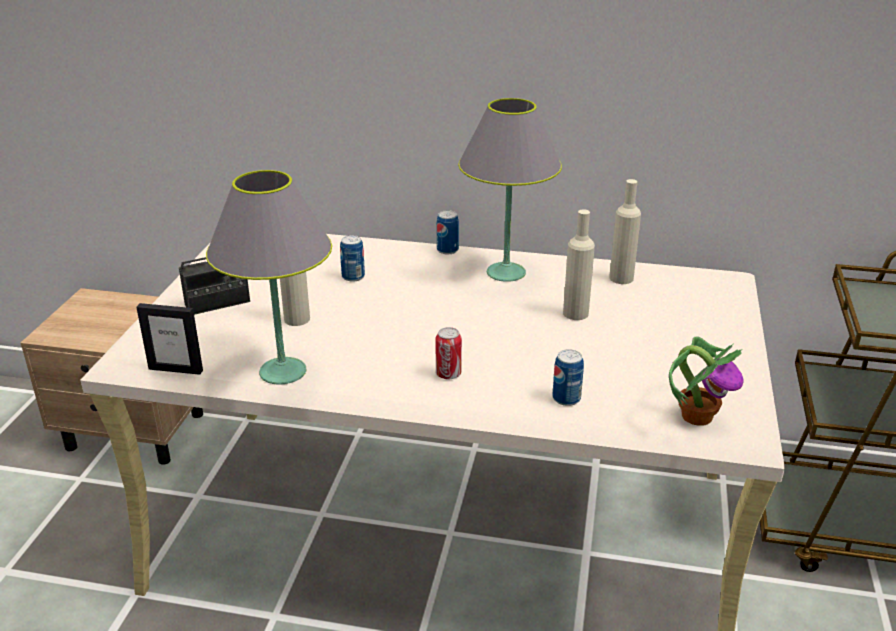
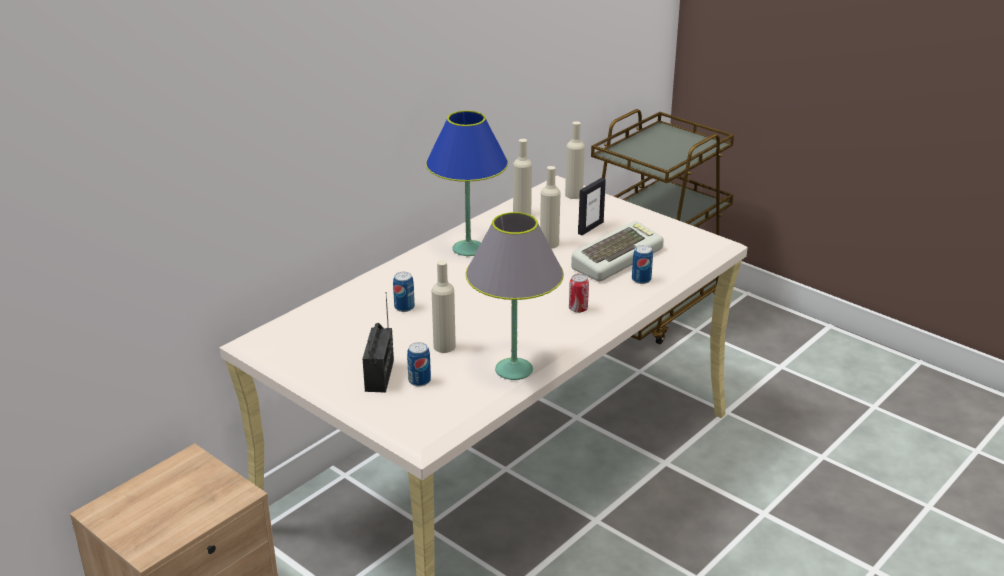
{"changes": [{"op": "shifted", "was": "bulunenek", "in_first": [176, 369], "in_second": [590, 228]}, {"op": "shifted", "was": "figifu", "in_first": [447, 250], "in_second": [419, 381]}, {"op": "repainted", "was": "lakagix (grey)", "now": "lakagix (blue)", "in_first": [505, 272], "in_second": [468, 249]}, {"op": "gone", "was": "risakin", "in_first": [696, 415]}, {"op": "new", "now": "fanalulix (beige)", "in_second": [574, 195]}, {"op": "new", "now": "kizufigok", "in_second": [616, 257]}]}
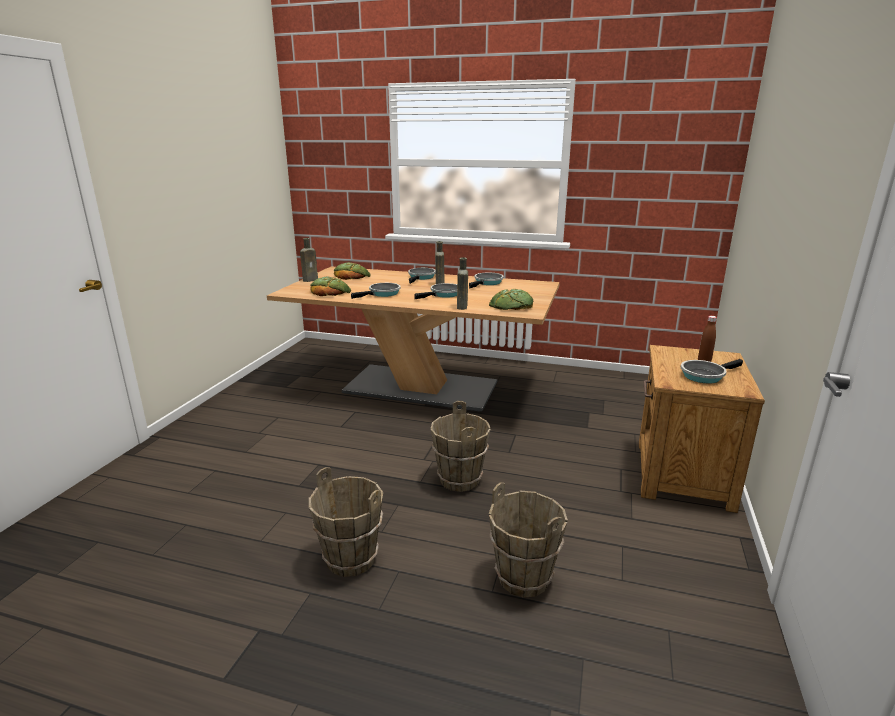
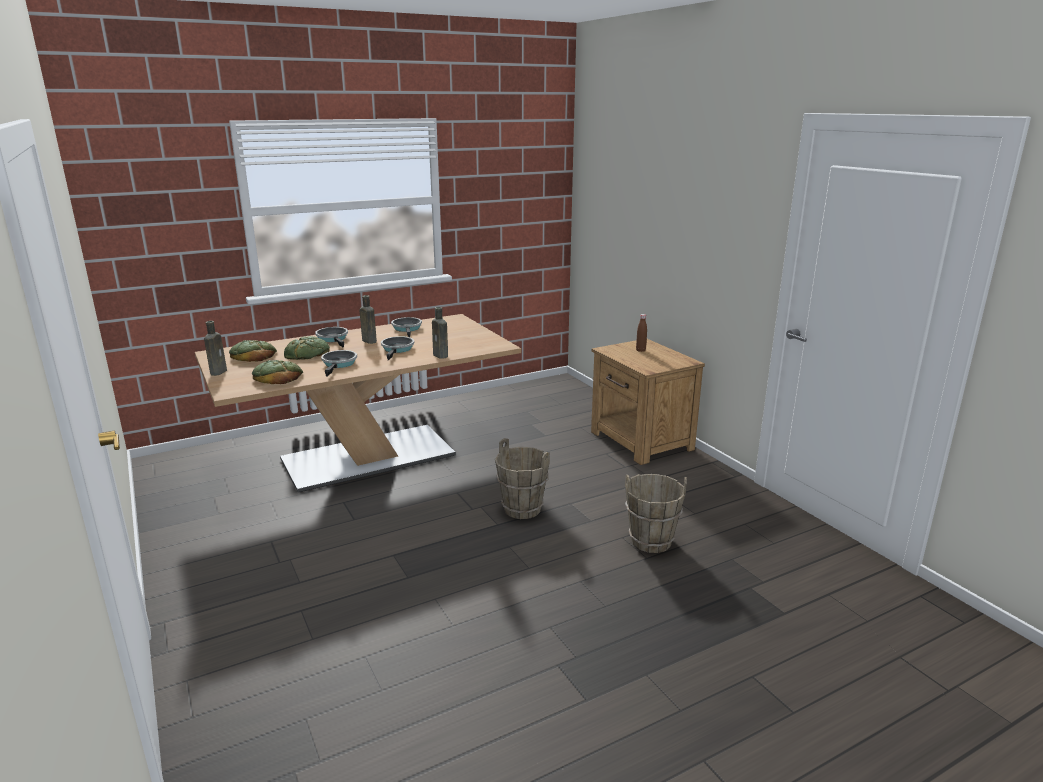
{"changes": [{"op": "gone", "was": "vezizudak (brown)", "in_first": [350, 559]}, {"op": "shifted", "was": "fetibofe", "in_first": [511, 305], "in_second": [307, 353]}, {"op": "gone", "was": "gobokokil", "in_first": [704, 375]}]}
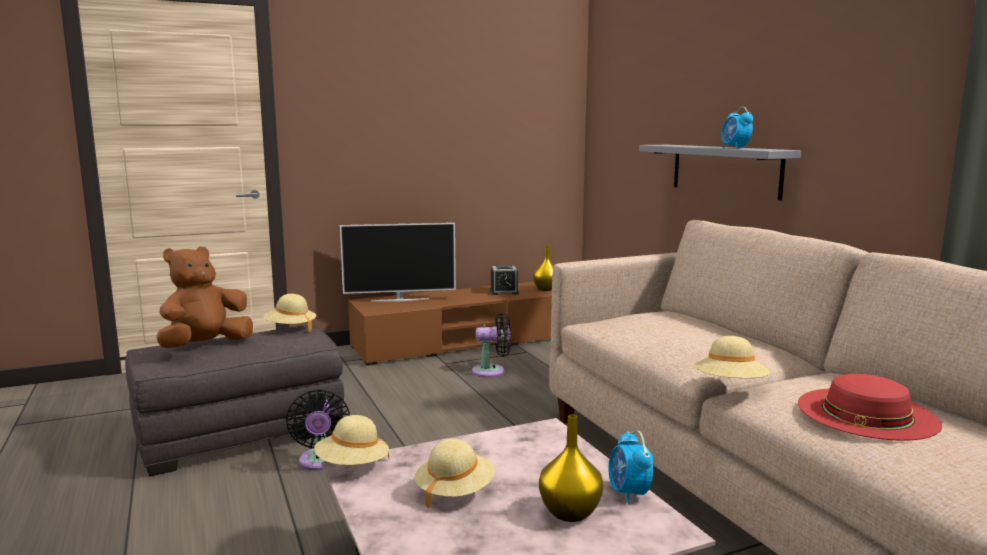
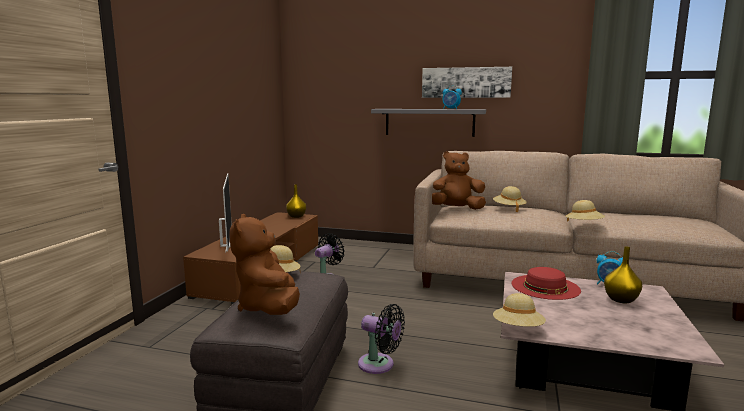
{"changes": [{"op": "rotated", "was": "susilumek", "in_first": [400, 300], "in_second": [225, 245], "clockwise": -45}, {"op": "shifted", "was": "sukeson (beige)", "in_first": [455, 491], "in_second": [509, 208]}, {"op": "gone", "was": "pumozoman", "in_first": [504, 292]}, {"op": "shifted", "was": "sukeson (red)", "in_first": [867, 413], "in_second": [545, 287]}, {"op": "new", "now": "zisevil", "in_second": [466, 82]}, {"op": "new", "now": "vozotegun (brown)", "in_second": [456, 209]}]}
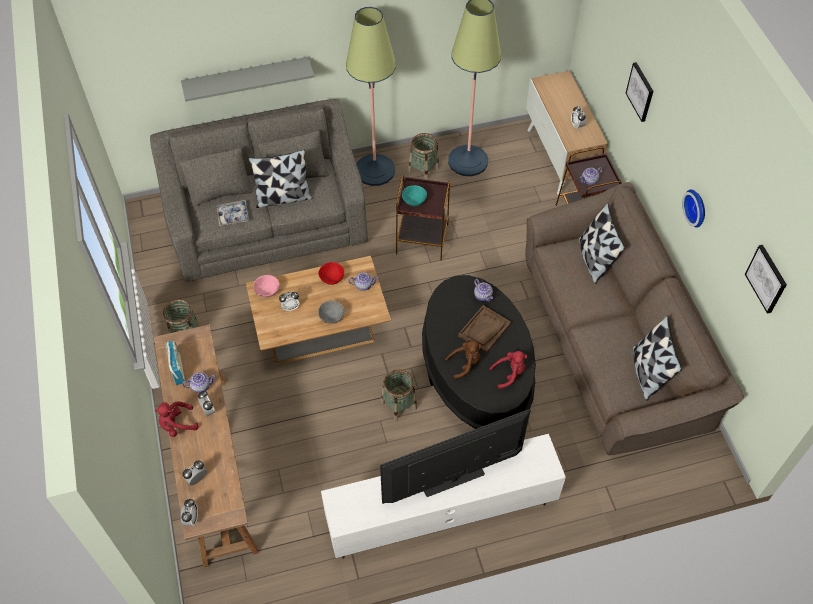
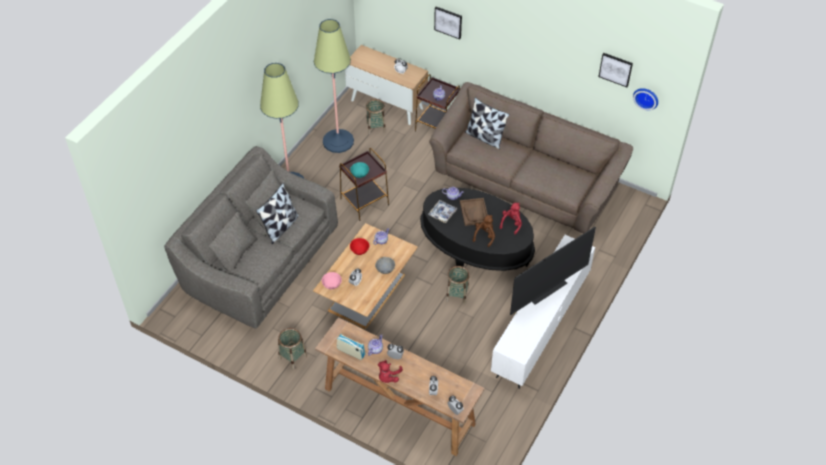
{"changes": [{"op": "gone", "was": "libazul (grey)", "in_first": [247, 78]}, {"op": "shifted", "was": "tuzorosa", "in_first": [233, 215], "in_second": [442, 213]}, {"op": "rotated", "was": "susilumek", "in_first": [453, 480], "in_second": [548, 291], "clockwise": -150}, {"op": "shifted", "was": "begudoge", "in_first": [423, 170], "in_second": [376, 127]}, {"op": "gone", "was": "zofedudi", "in_first": [648, 372]}, {"op": "shifted", "was": "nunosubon", "in_first": [697, 207], "in_second": [646, 97]}]}
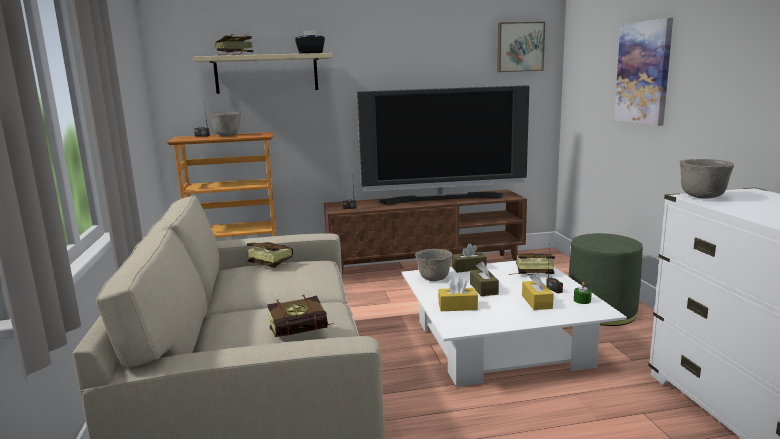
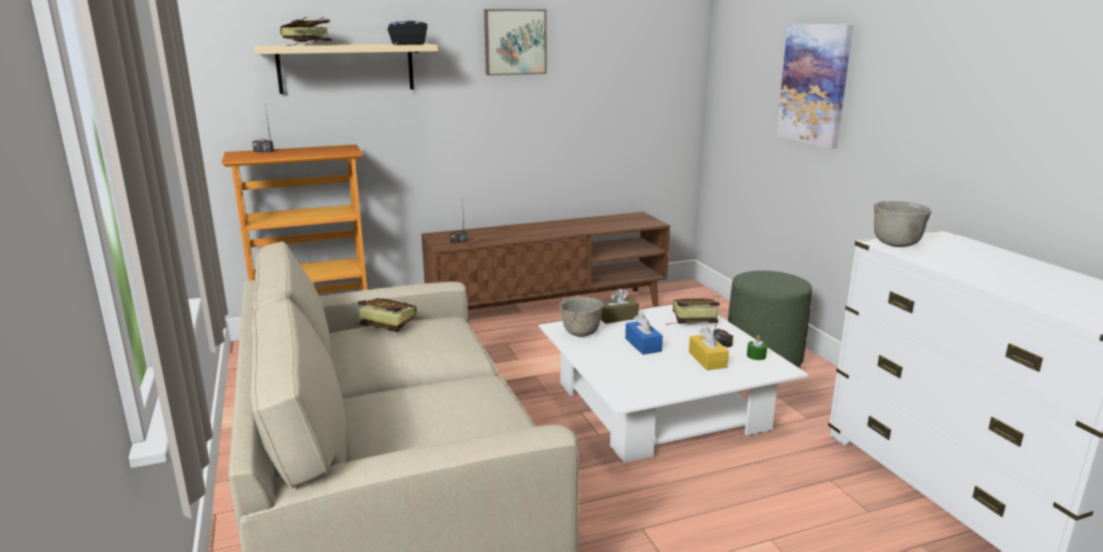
{"changes": [{"op": "gone", "was": "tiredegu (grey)", "in_first": [227, 135]}, {"op": "gone", "was": "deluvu", "in_first": [305, 334]}, {"op": "gone", "was": "susilumek", "in_first": [443, 199]}, {"op": "gone", "was": "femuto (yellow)", "in_first": [457, 306]}, {"op": "repainted", "was": "femuto (brown)", "now": "femuto (blue)", "in_first": [483, 289], "in_second": [643, 345]}, {"op": "shifted", "was": "zisevil", "in_first": [519, 47], "in_second": [514, 42]}]}
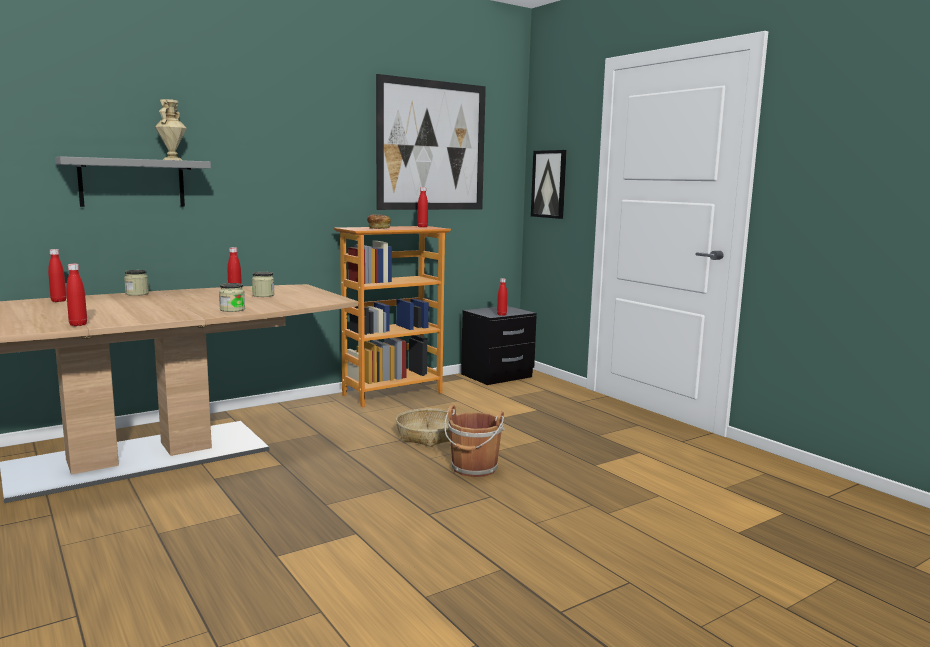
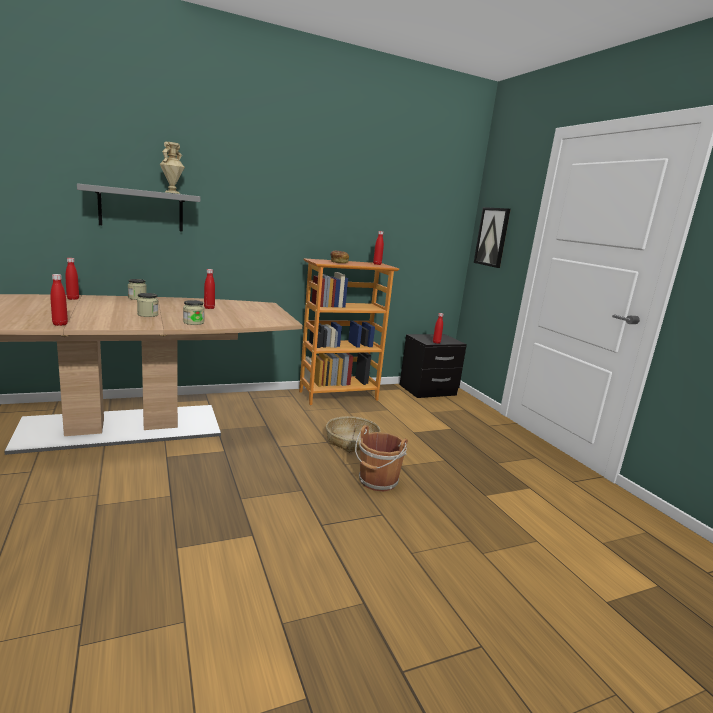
{"changes": [{"op": "shifted", "was": "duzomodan", "in_first": [263, 295], "in_second": [147, 315]}, {"op": "gone", "was": "zisevil", "in_first": [432, 146]}]}
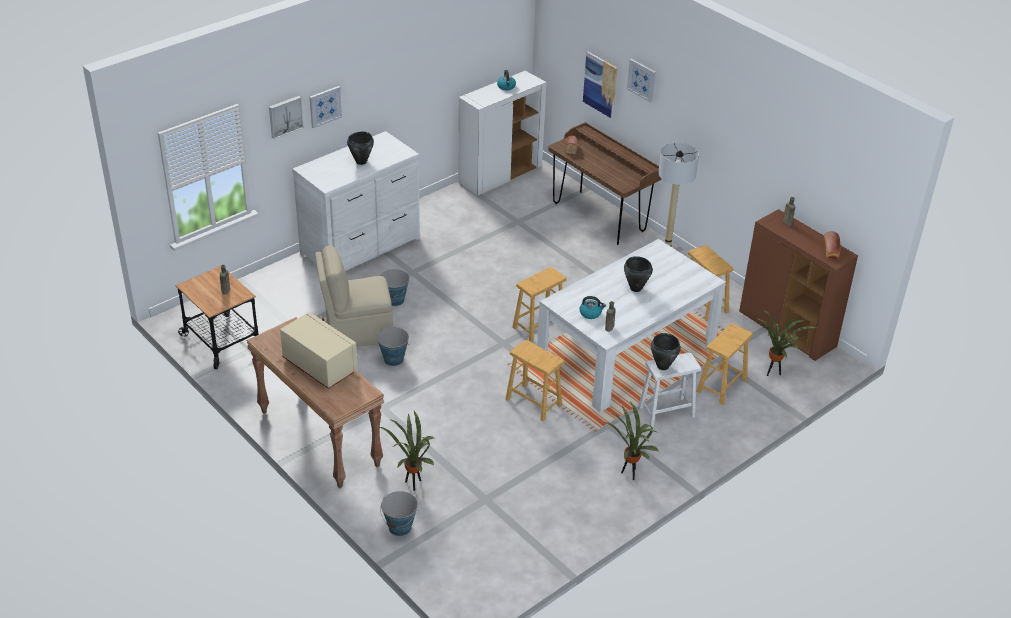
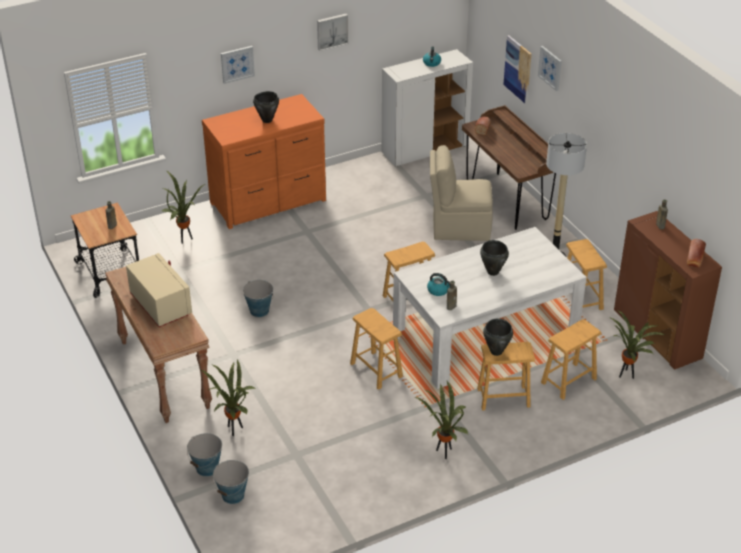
{"changes": [{"op": "shifted", "was": "zisevil", "in_first": [285, 116], "in_second": [332, 31]}, {"op": "repainted", "was": "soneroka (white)", "now": "soneroka (orange)", "in_first": [362, 247], "in_second": [269, 202]}, {"op": "shifted", "was": "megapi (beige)", "in_first": [357, 331], "in_second": [459, 227]}, {"op": "shifted", "was": "vezizudak", "in_first": [395, 300], "in_second": [233, 495]}, {"op": "repainted", "was": "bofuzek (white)", "now": "bofuzek (brown)", "in_first": [666, 411], "in_second": [503, 398]}, {"op": "new", "now": "risakin", "in_second": [185, 239]}]}
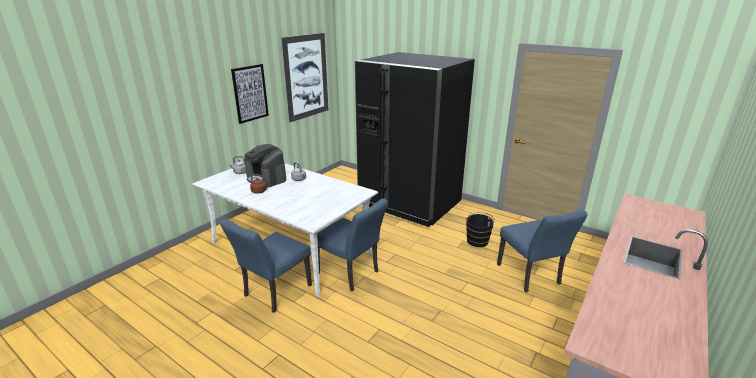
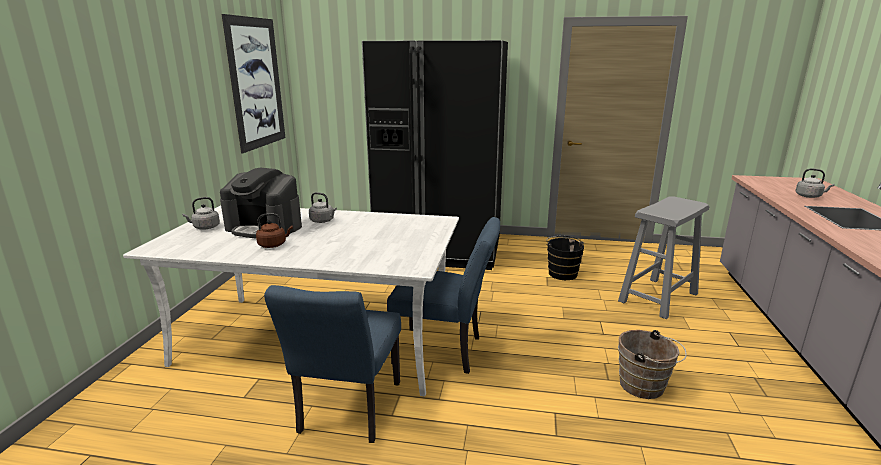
{"changes": [{"op": "gone", "was": "zisevil", "in_first": [250, 93]}, {"op": "swapped", "was": "megapi (blue)", "now": "bofuzek (grey)", "in_first": [531, 277], "in_second": [658, 298]}, {"op": "new", "now": "vezizudak (brown)", "in_second": [645, 387]}, {"op": "new", "now": "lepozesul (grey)", "in_second": [809, 196]}]}
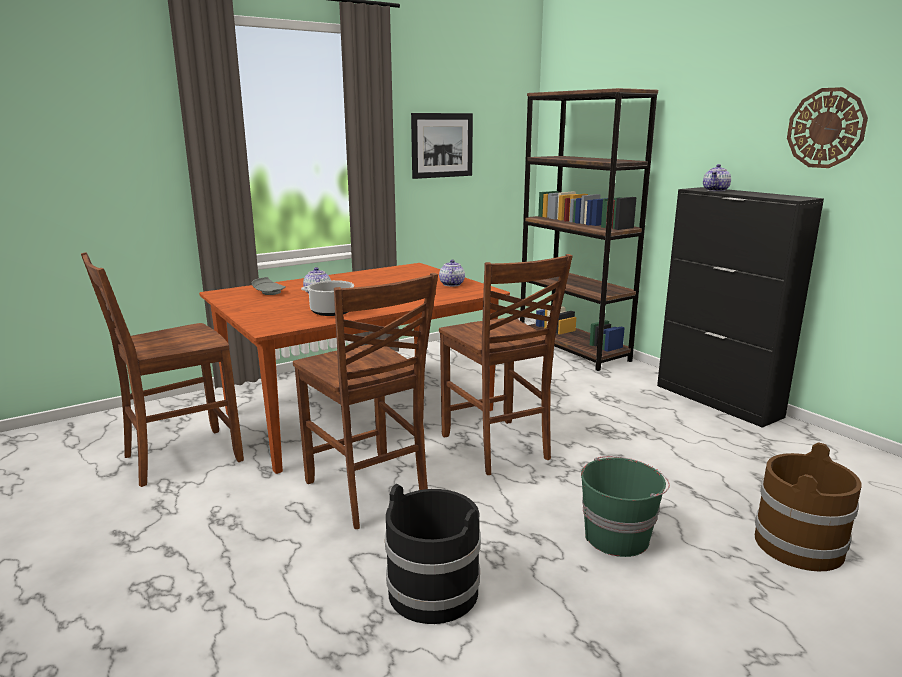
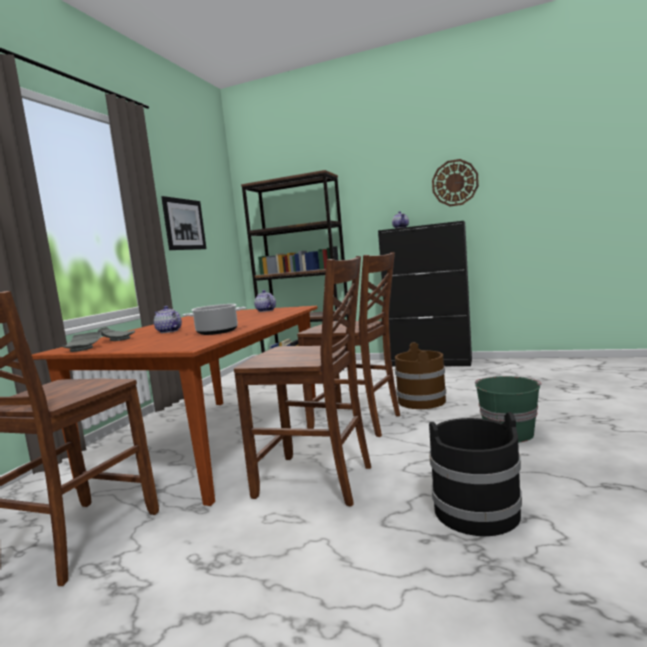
{"changes": [{"op": "shifted", "was": "vezizudak (brown)", "in_first": [798, 545], "in_second": [422, 401]}, {"op": "new", "now": "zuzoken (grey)", "in_second": [83, 349]}]}
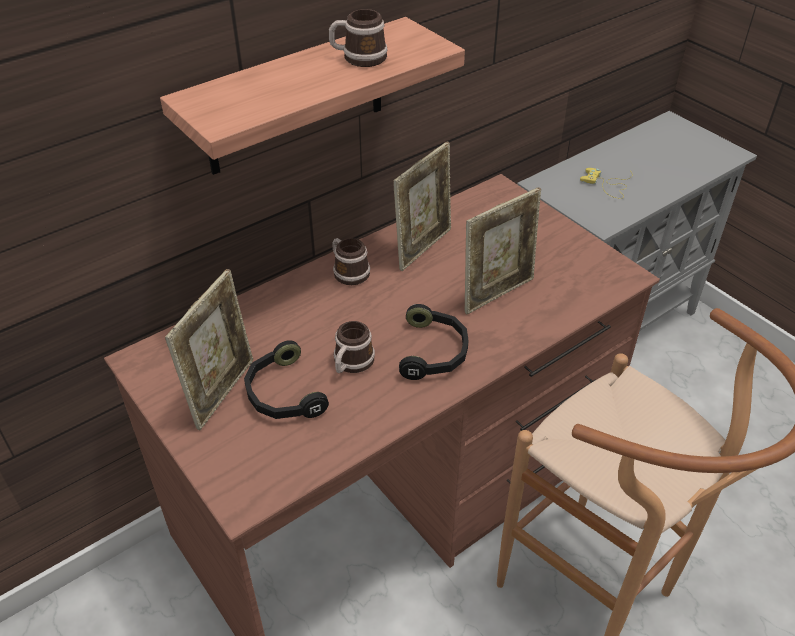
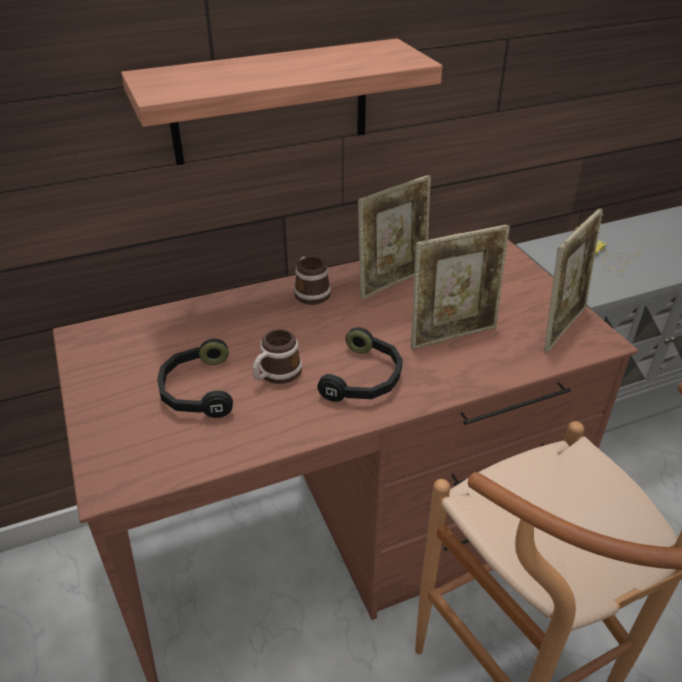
{"changes": [{"op": "shifted", "was": "bulunenek", "in_first": [222, 391], "in_second": [561, 326]}, {"op": "gone", "was": "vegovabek", "in_first": [358, 57]}]}
